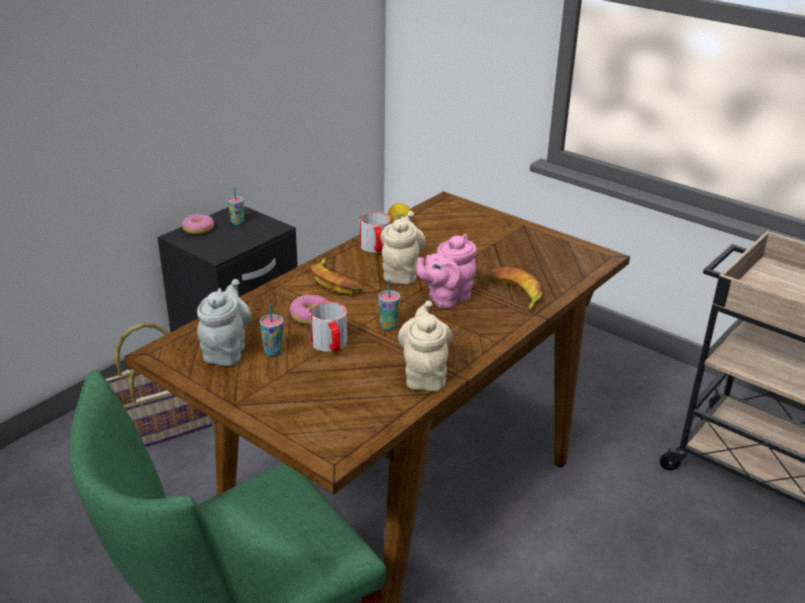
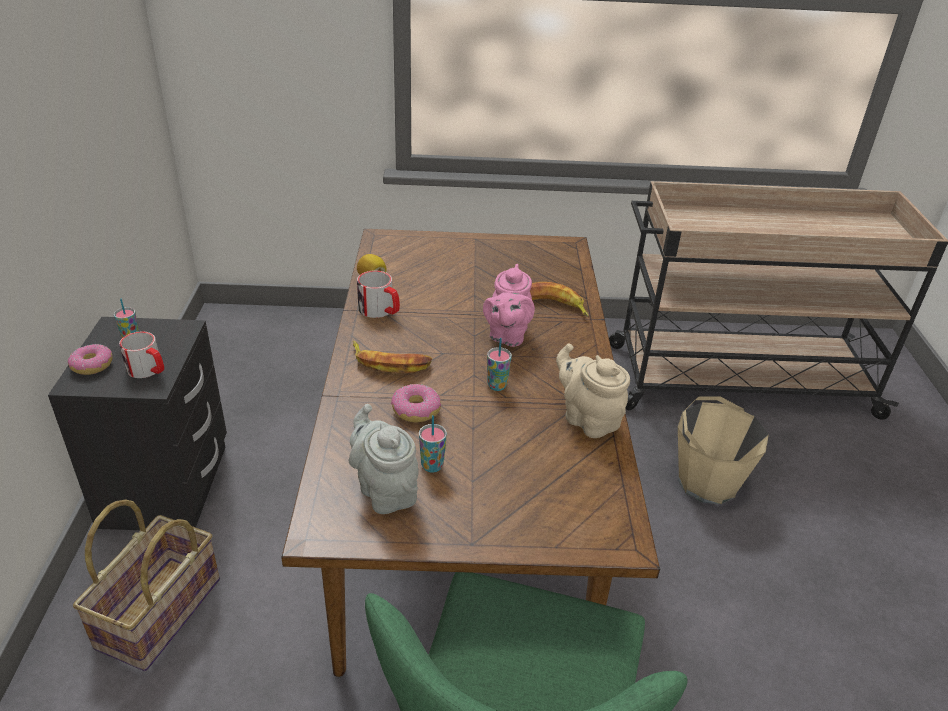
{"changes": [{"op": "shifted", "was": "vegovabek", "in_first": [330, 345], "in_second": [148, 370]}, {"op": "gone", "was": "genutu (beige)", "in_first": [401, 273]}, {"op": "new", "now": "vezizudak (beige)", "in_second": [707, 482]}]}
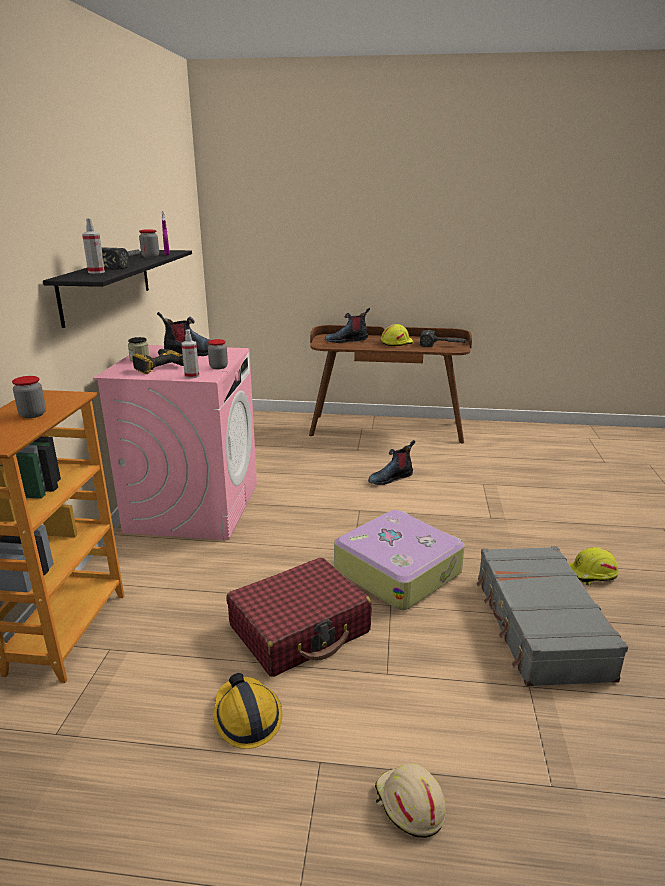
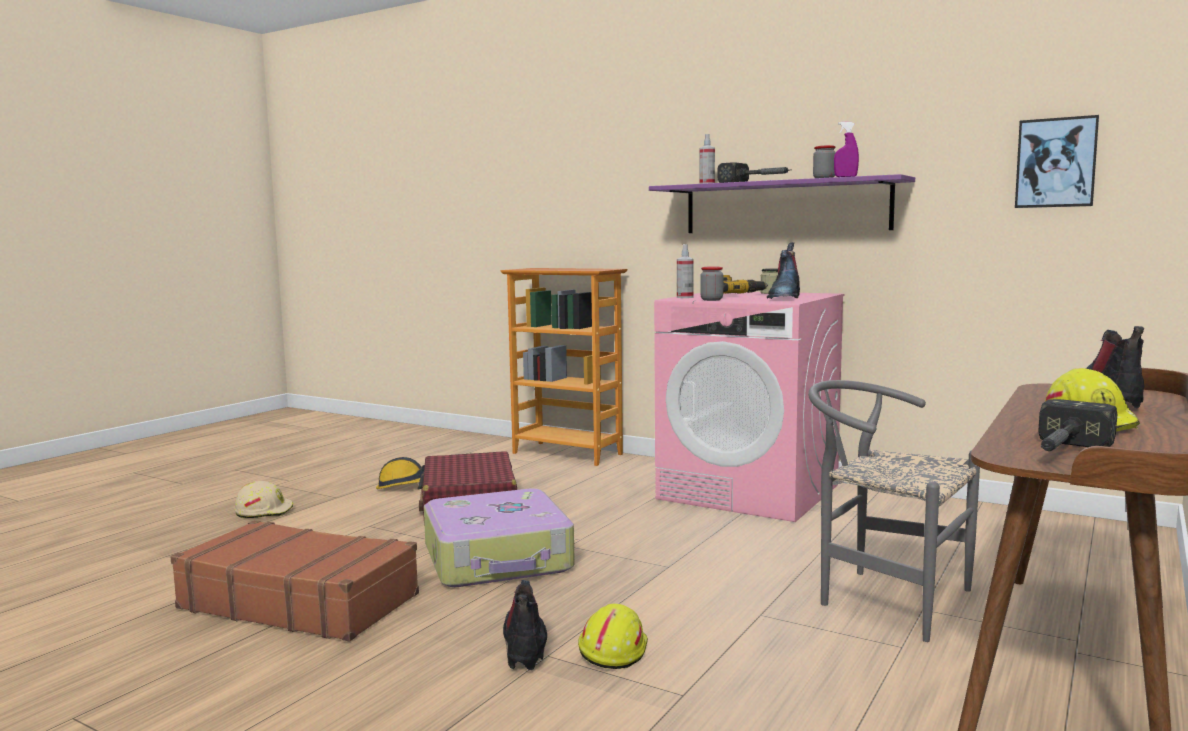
{"changes": [{"op": "gone", "was": "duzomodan", "in_first": [33, 414]}, {"op": "repainted", "was": "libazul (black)", "now": "libazul (purple)", "in_first": [107, 284], "in_second": [785, 207]}, {"op": "shifted", "was": "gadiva", "in_first": [390, 478], "in_second": [525, 646]}, {"op": "repainted", "was": "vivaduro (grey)", "now": "vivaduro (brown)", "in_first": [539, 626], "in_second": [300, 601]}, {"op": "shifted", "was": "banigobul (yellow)", "in_first": [591, 574], "in_second": [612, 650]}, {"op": "new", "now": "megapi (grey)", "in_second": [883, 597]}, {"op": "new", "now": "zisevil", "in_second": [1056, 163]}]}
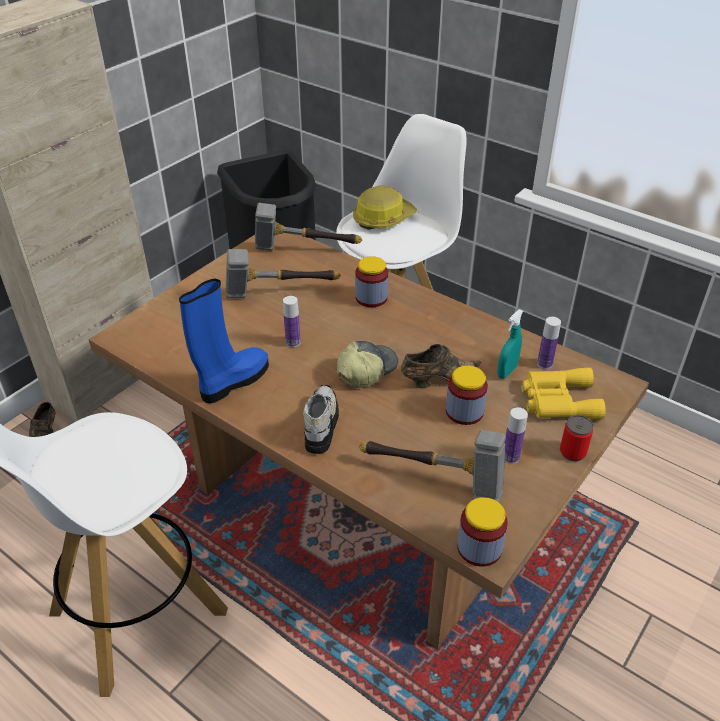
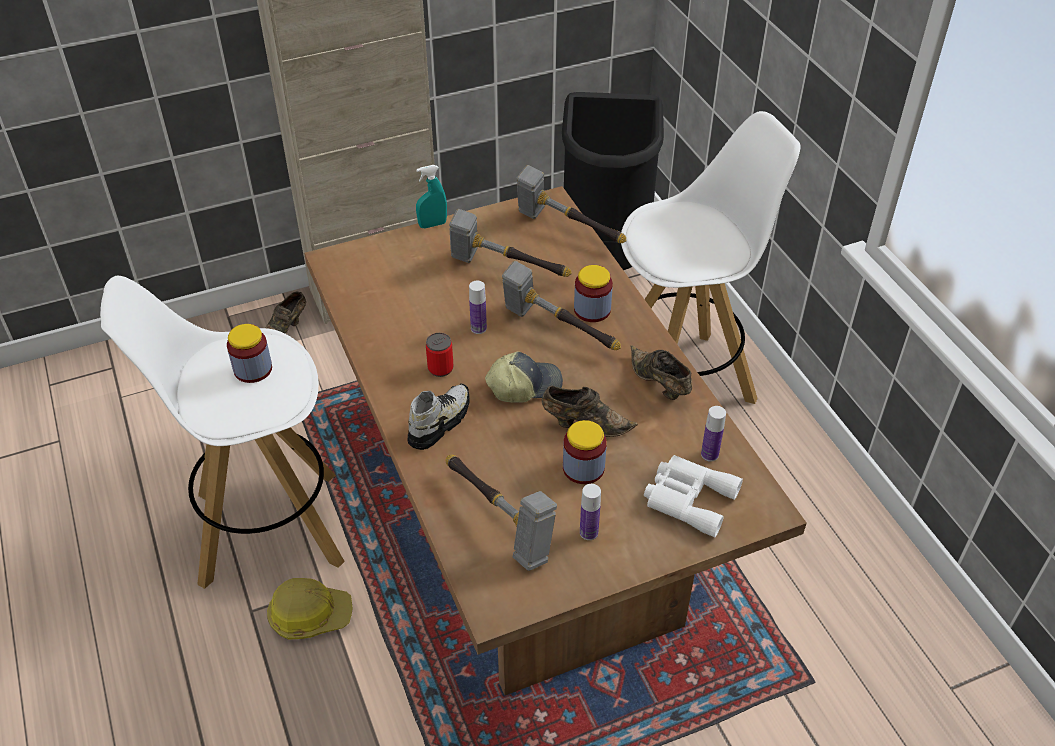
{"changes": [{"op": "gone", "was": "gadiva (blue)", "in_first": [233, 382]}, {"op": "shifted", "was": "banigobul", "in_first": [383, 219], "in_second": [310, 615]}, {"op": "shifted", "was": "duzomodan", "in_first": [479, 548], "in_second": [253, 369]}, {"op": "shifted", "was": "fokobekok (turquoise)", "in_first": [507, 372], "in_second": [432, 224]}, {"op": "repainted", "was": "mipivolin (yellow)", "now": "mipivolin (white)", "in_first": [557, 400], "in_second": [687, 498]}, {"op": "shifted", "was": "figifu", "in_first": [572, 452], "in_second": [440, 368]}, {"op": "new", "now": "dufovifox", "in_second": [556, 331]}, {"op": "new", "now": "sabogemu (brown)", "in_second": [659, 384]}]}
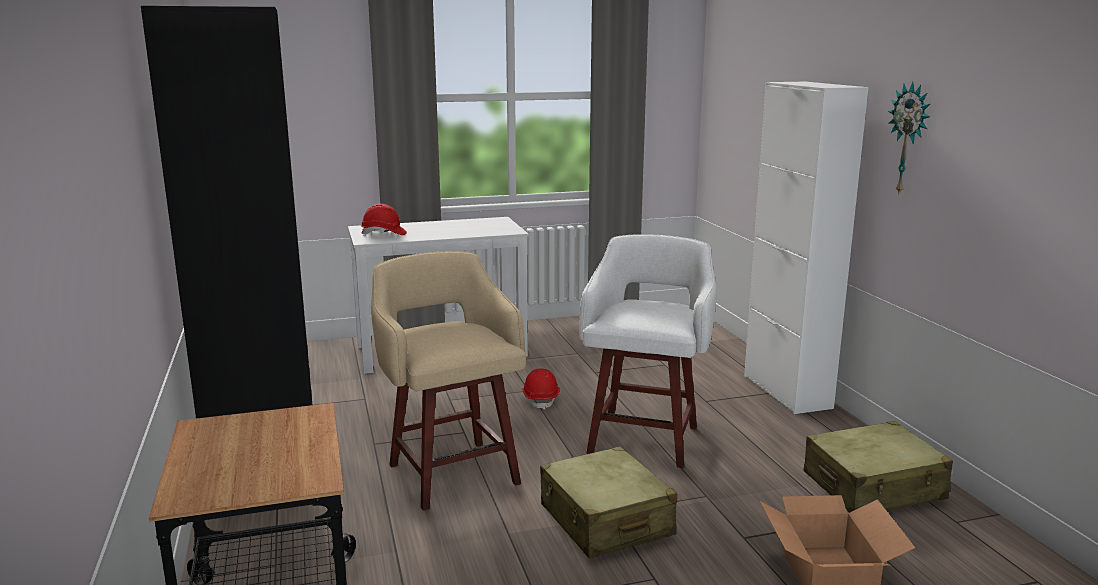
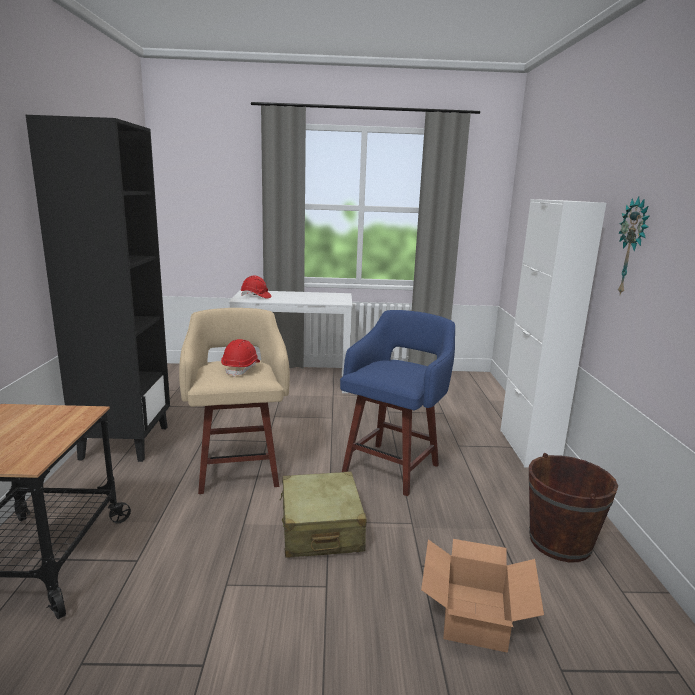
{"changes": [{"op": "shifted", "was": "banigobul (red)", "in_first": [541, 399], "in_second": [241, 369]}, {"op": "repainted", "was": "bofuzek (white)", "now": "bofuzek (blue)", "in_first": [644, 438], "in_second": [392, 466]}, {"op": "swapped", "was": "vivaduro (beige)", "now": "vezizudak (brown)", "in_first": [873, 487], "in_second": [560, 542]}]}
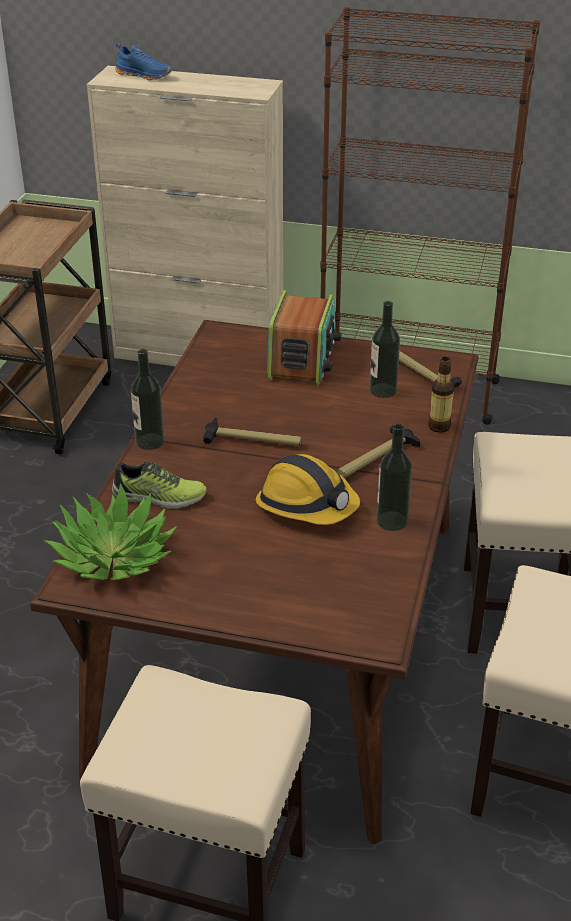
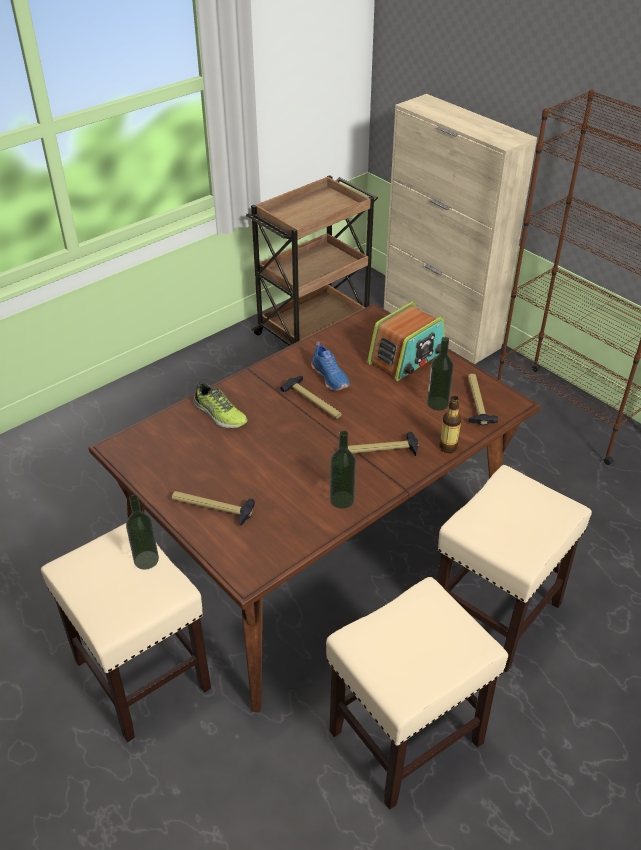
{"changes": [{"op": "gone", "was": "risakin", "in_first": [114, 556]}, {"op": "shifted", "was": "sabogemu (blue)", "in_first": [144, 75], "in_second": [331, 377]}, {"op": "shifted", "was": "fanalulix", "in_first": [150, 441], "in_second": [146, 560]}, {"op": "gone", "was": "banigobul", "in_first": [307, 505]}, {"op": "new", "now": "dufovifox", "in_second": [212, 508]}]}
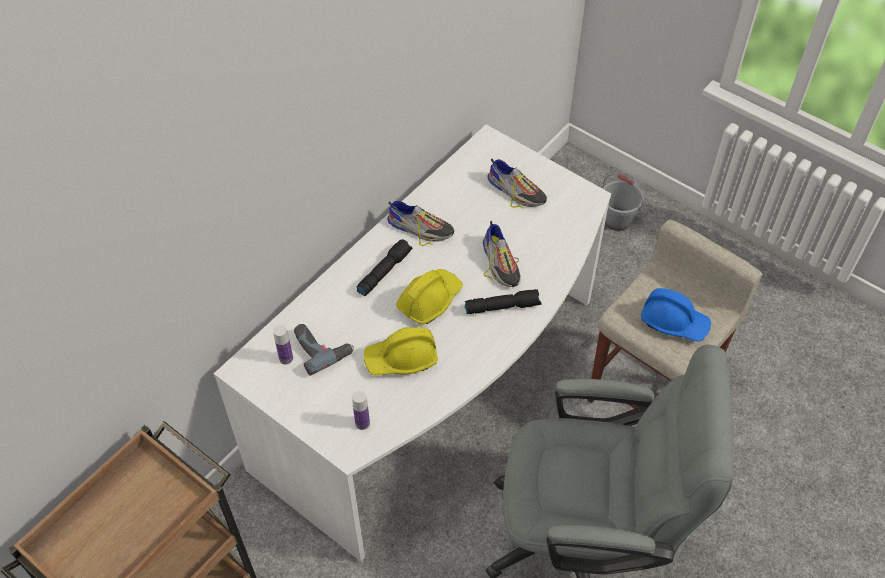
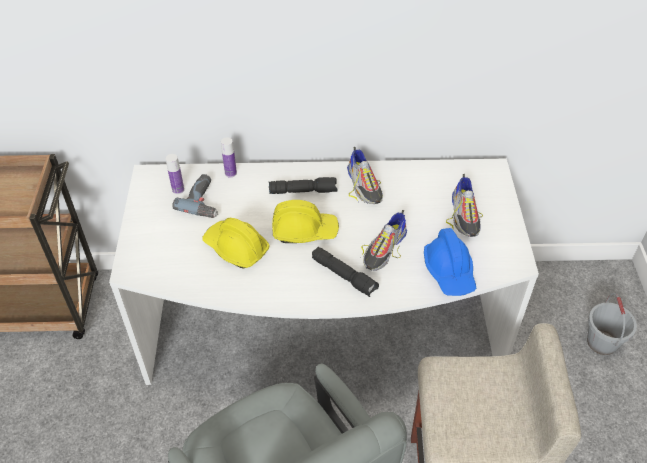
{"changes": [{"op": "shifted", "was": "fanalulix", "in_first": [362, 423], "in_second": [230, 173]}, {"op": "shifted", "was": "banigobul (blue)", "in_first": [674, 322], "in_second": [449, 271]}]}
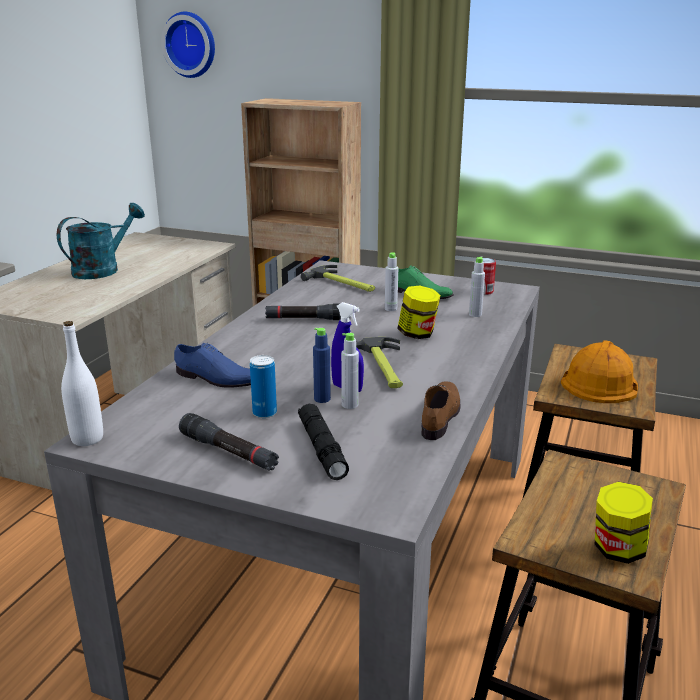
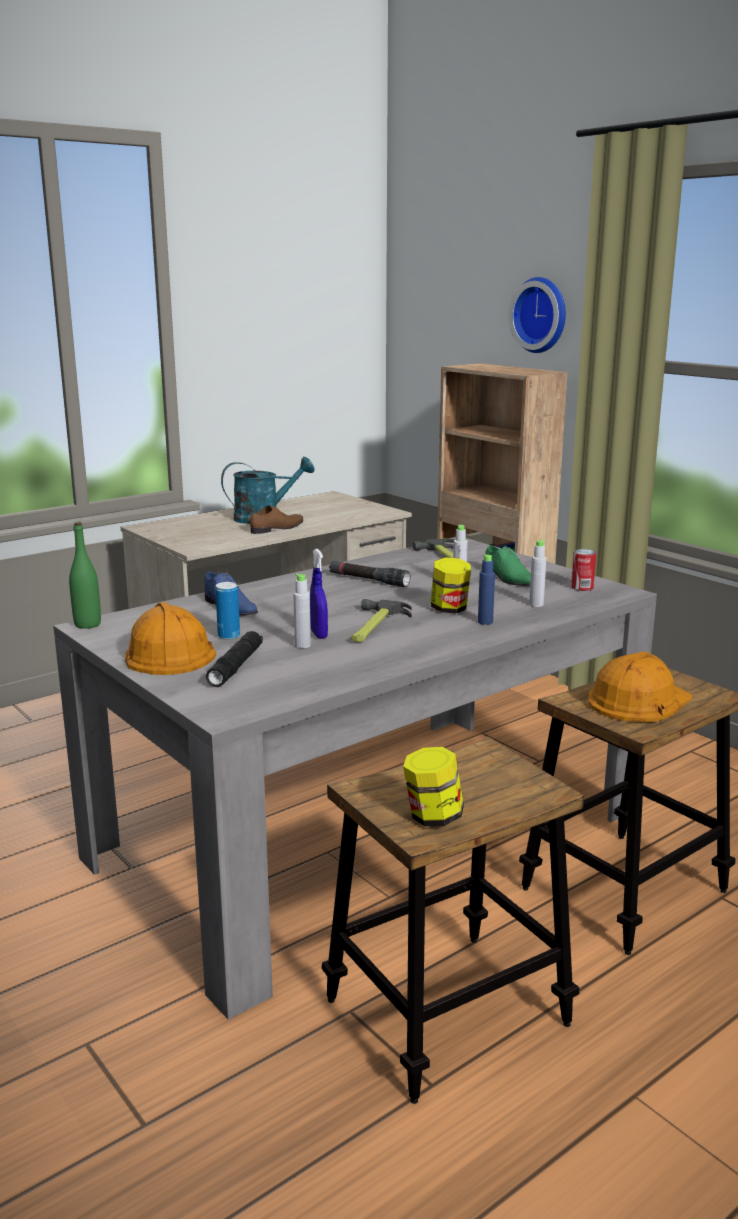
{"changes": [{"op": "repainted", "was": "fanalulix (white)", "now": "fanalulix (green)", "in_first": [87, 439], "in_second": [87, 624]}, {"op": "shifted", "was": "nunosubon", "in_first": [191, 45], "in_second": [541, 315]}, {"op": "swapped", "was": "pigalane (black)", "now": "banigobul (orange)", "in_first": [229, 452], "in_second": [167, 653]}, {"op": "shifted", "was": "fanalulix (blue)", "in_first": [322, 399], "in_second": [485, 622]}, {"op": "shifted", "was": "sabogemu (brown)", "in_first": [441, 414], "in_second": [278, 528]}]}
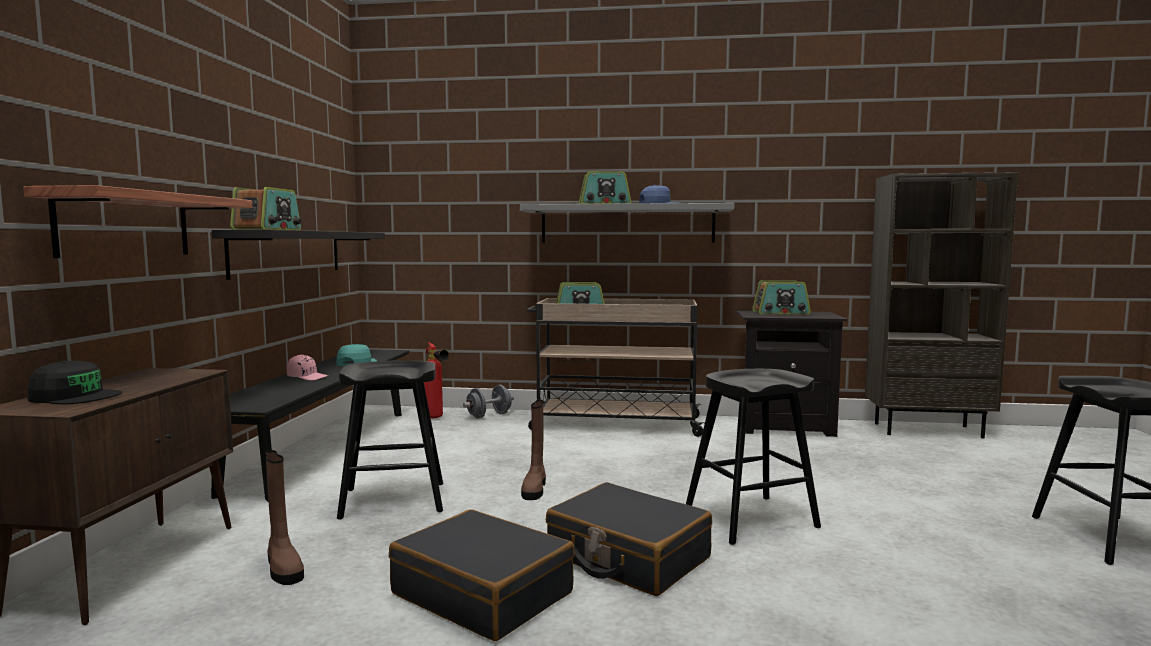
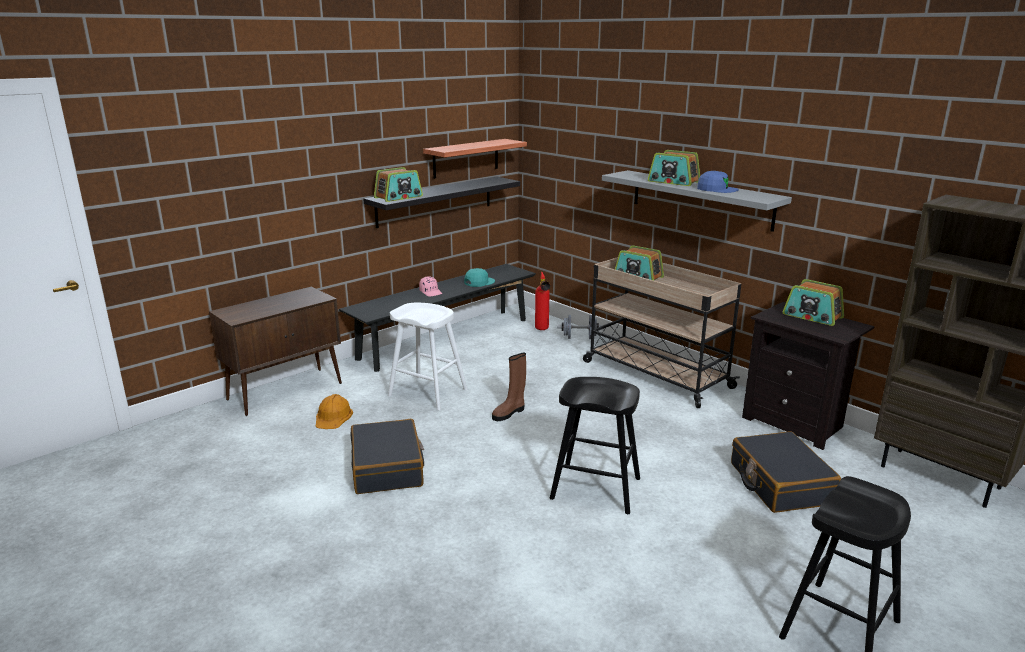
{"changes": [{"op": "shifted", "was": "libazul", "in_first": [125, 225], "in_second": [466, 158]}, {"op": "gone", "was": "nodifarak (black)", "in_first": [75, 396]}, {"op": "swapped", "was": "gadiva (brown)", "now": "banigobul (orange)", "in_first": [283, 568], "in_second": [333, 417]}, {"op": "repainted", "was": "bofuzek (black)", "now": "bofuzek (white)", "in_first": [393, 500], "in_second": [427, 392]}, {"op": "shifted", "was": "vivaduro (black)", "in_first": [627, 557], "in_second": [780, 483]}]}
